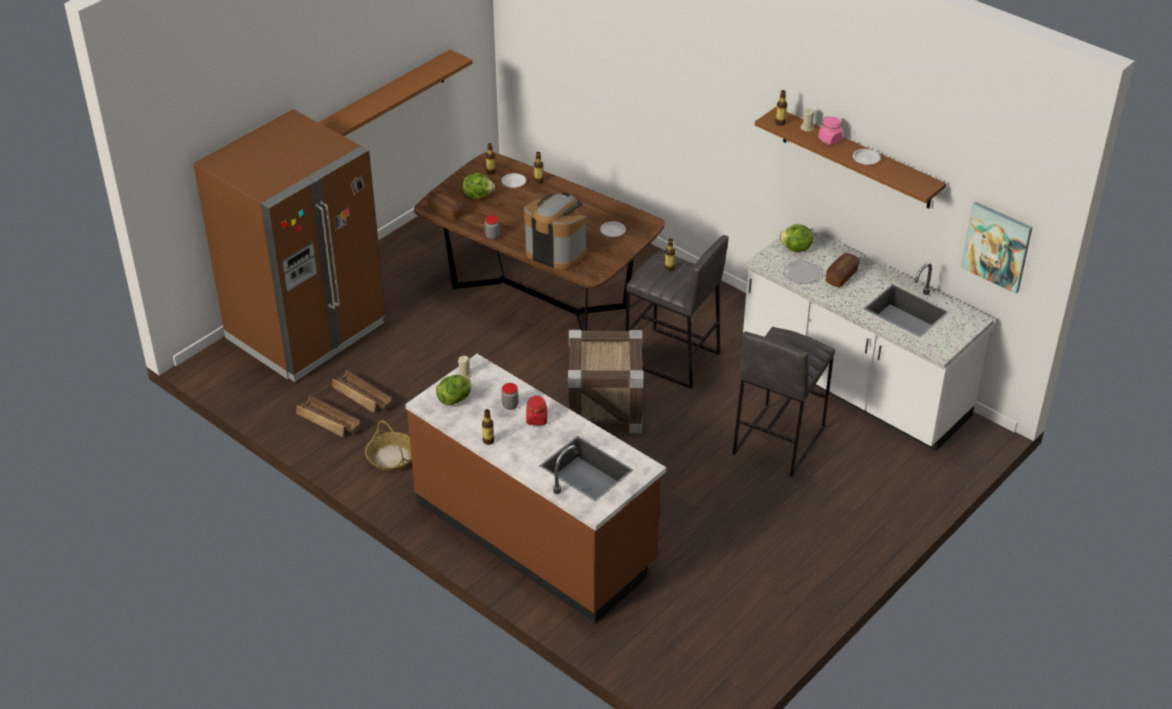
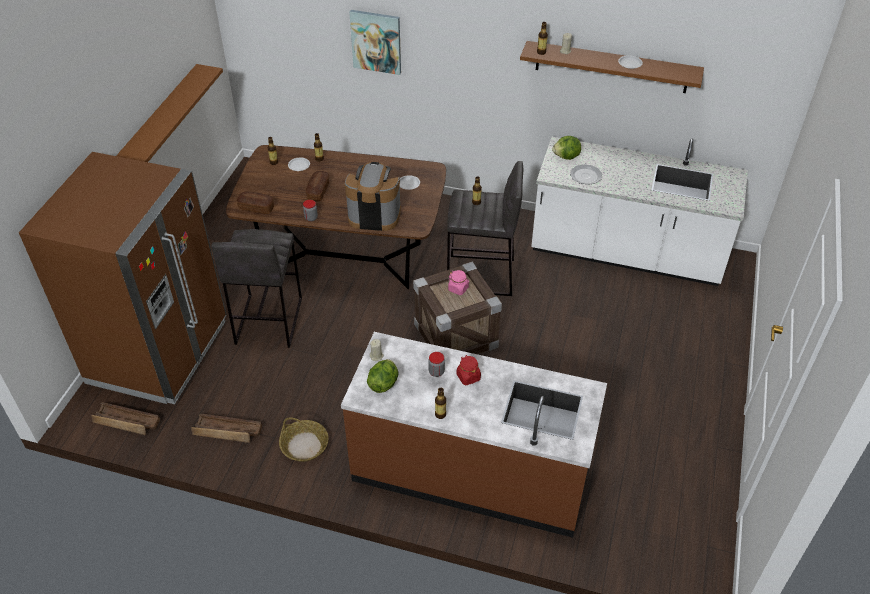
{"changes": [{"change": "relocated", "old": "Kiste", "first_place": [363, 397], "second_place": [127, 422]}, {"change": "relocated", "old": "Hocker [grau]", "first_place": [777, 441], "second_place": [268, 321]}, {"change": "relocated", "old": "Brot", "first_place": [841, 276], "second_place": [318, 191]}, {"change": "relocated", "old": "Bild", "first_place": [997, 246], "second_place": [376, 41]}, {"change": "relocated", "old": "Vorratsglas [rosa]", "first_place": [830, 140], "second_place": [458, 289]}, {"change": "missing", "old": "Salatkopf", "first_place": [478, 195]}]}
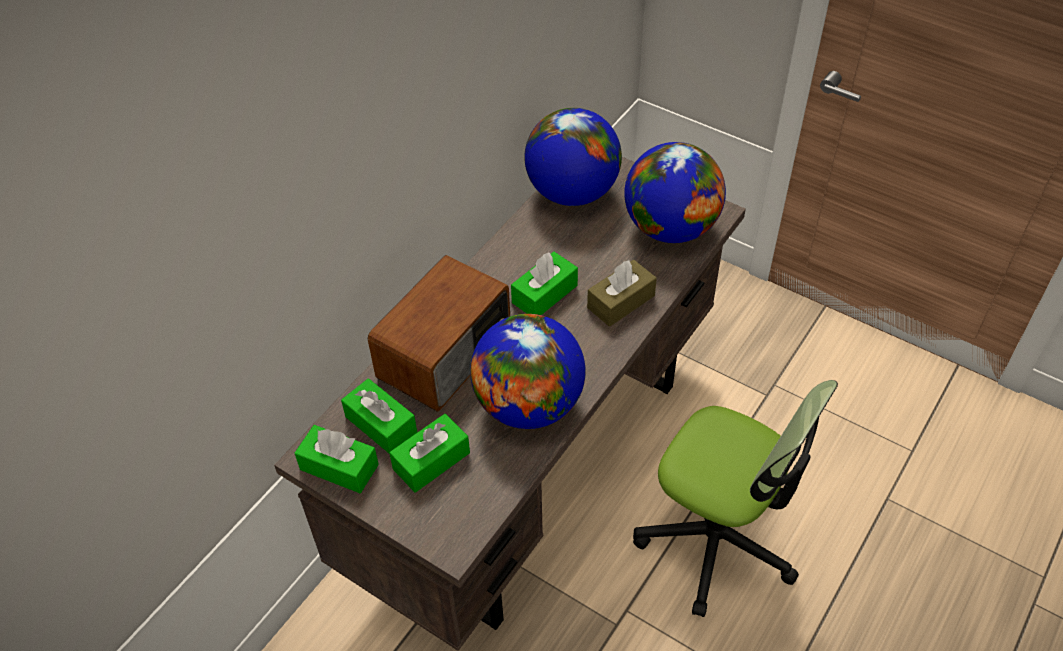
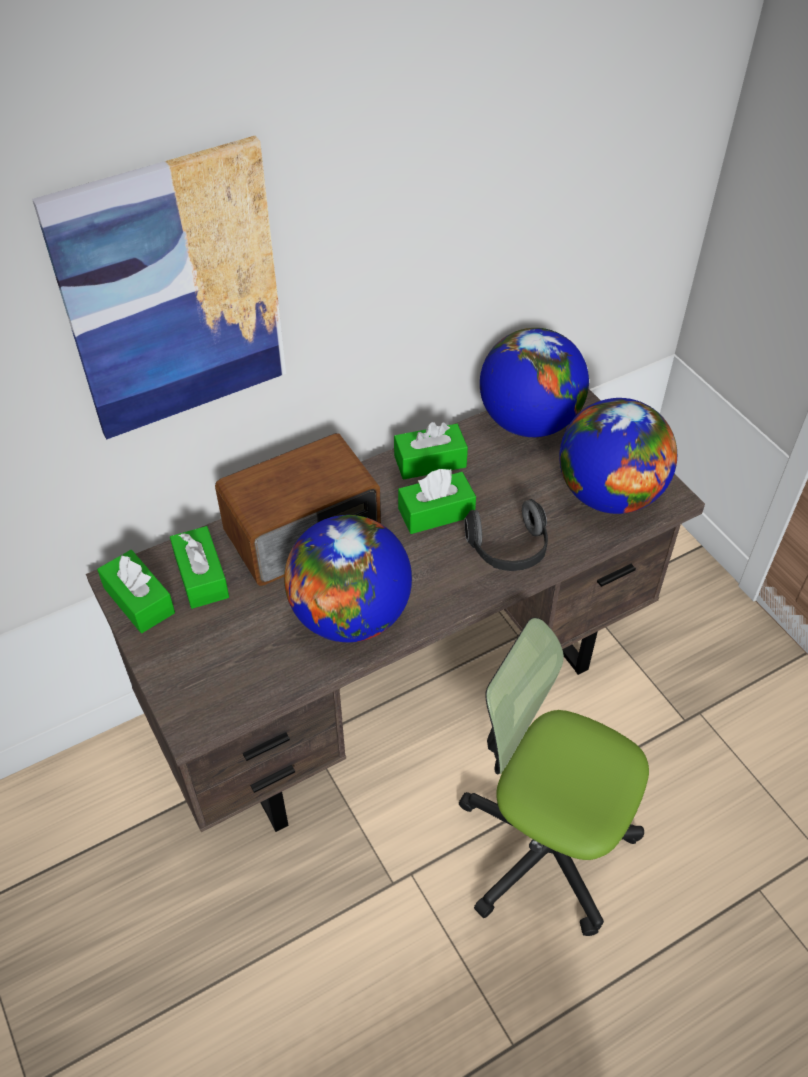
{"changes": [{"change": "appeared", "new": "Bild", "second_place": [173, 294]}, {"change": "relocated", "old": "Taschentuchbox [grün]", "first_place": [431, 461], "second_place": [430, 461]}, {"change": "spun", "old": "Bürostuhl", "first_place": [717, 539], "second_place": [545, 846], "degrees": 150}, {"change": "exchanged", "old": "Taschentuchbox [braun]", "new": "Kopfhörer", "first_place": [621, 301], "second_place": [508, 550]}]}
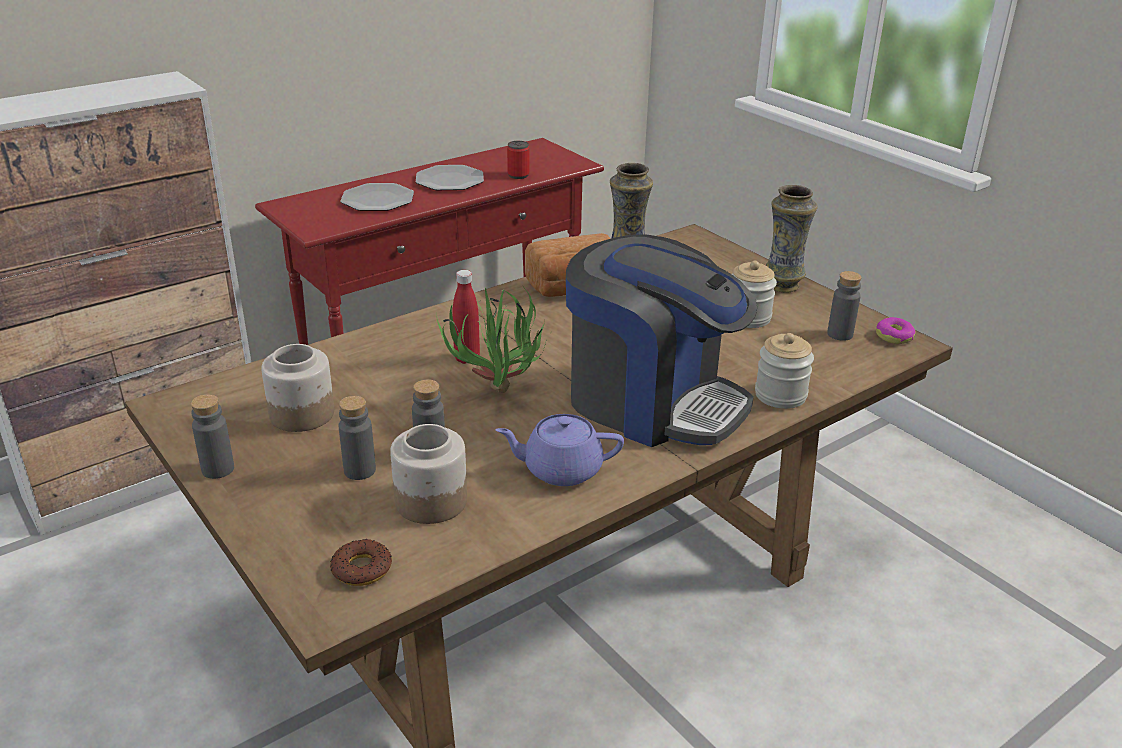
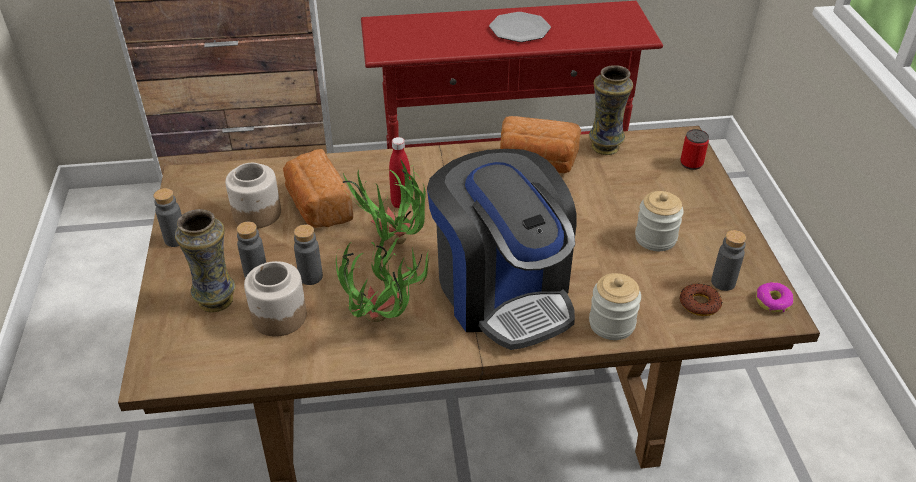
{"changes": [{"change": "relocated", "old": "Vase", "first_place": [783, 285], "second_place": [217, 300]}, {"change": "appeared", "new": "Brot", "second_place": [318, 207]}, {"change": "exchanged", "old": "Teekanne [lila]", "new": "Topfpflanze", "first_place": [560, 469], "second_place": [384, 325]}, {"change": "relocated", "old": "Dose", "first_place": [518, 175], "second_place": [691, 163]}, {"change": "relocated", "old": "Donut", "first_place": [362, 568], "second_place": [699, 303]}, {"change": "missing", "old": "Teller", "first_place": [378, 200]}]}
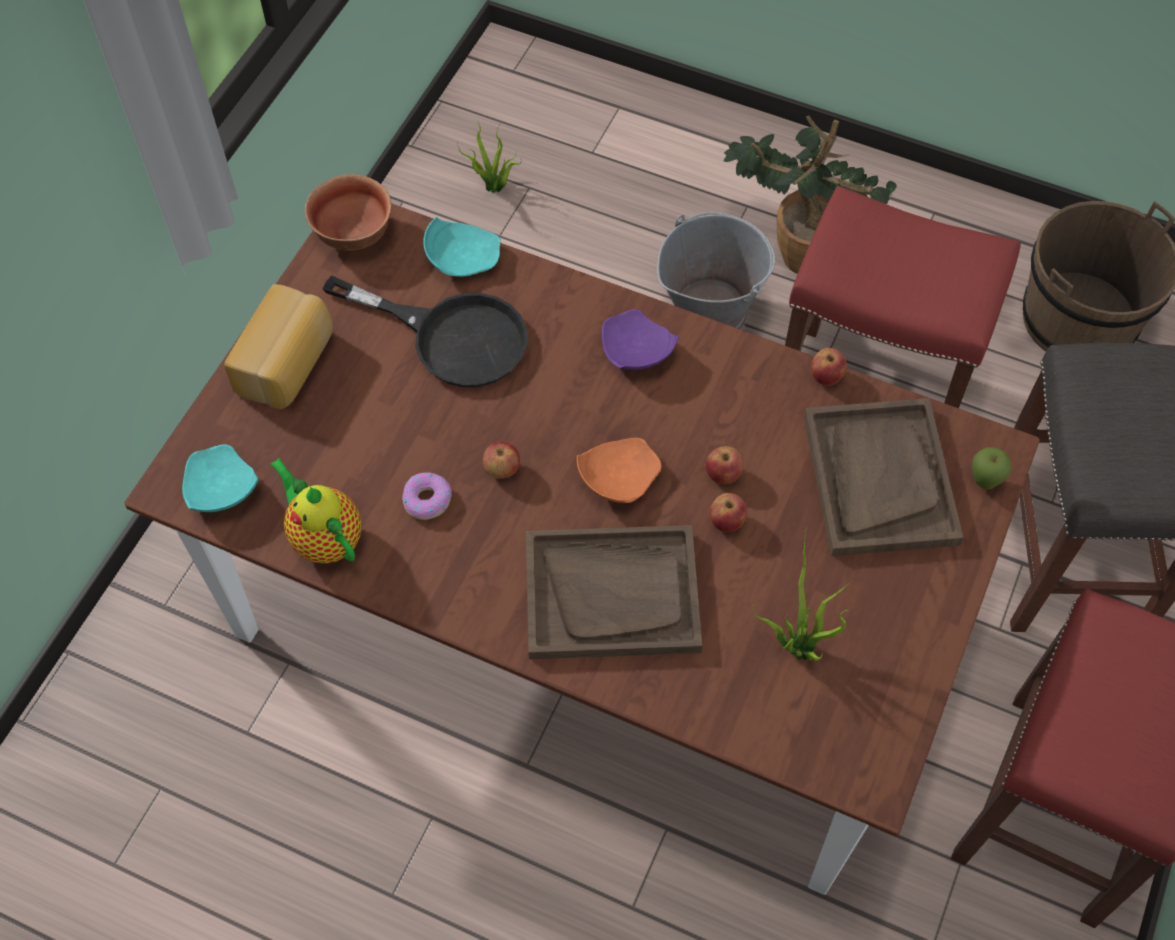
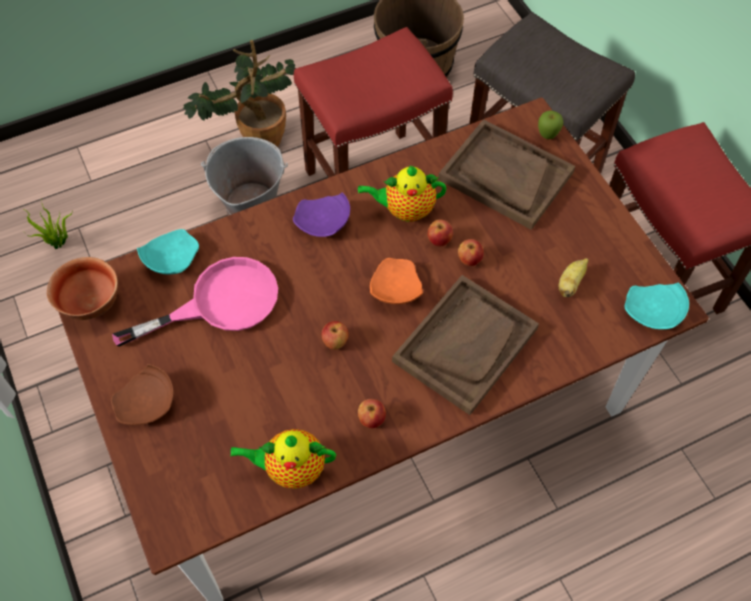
{"changes": [{"change": "exchanged", "old": "Brot", "new": "Teller [braun]", "first_place": [288, 364], "second_place": [147, 403]}, {"change": "colour", "old": "Pfanne [schwarz]", "new": "Pfanne [rosa]", "first_place": [451, 336], "second_place": [220, 303]}, {"change": "appeared", "new": "Teekanne", "second_place": [405, 210]}, {"change": "relocated", "old": "Apfel", "first_place": [826, 377], "second_place": [371, 419]}, {"change": "exchanged", "old": "Topfpflanze", "new": "Banane", "first_place": [796, 647], "second_place": [570, 283]}, {"change": "relocated", "old": "Teller [türkis]", "first_place": [220, 490], "second_place": [653, 312]}, {"change": "missing", "old": "Donut", "first_place": [427, 499]}]}
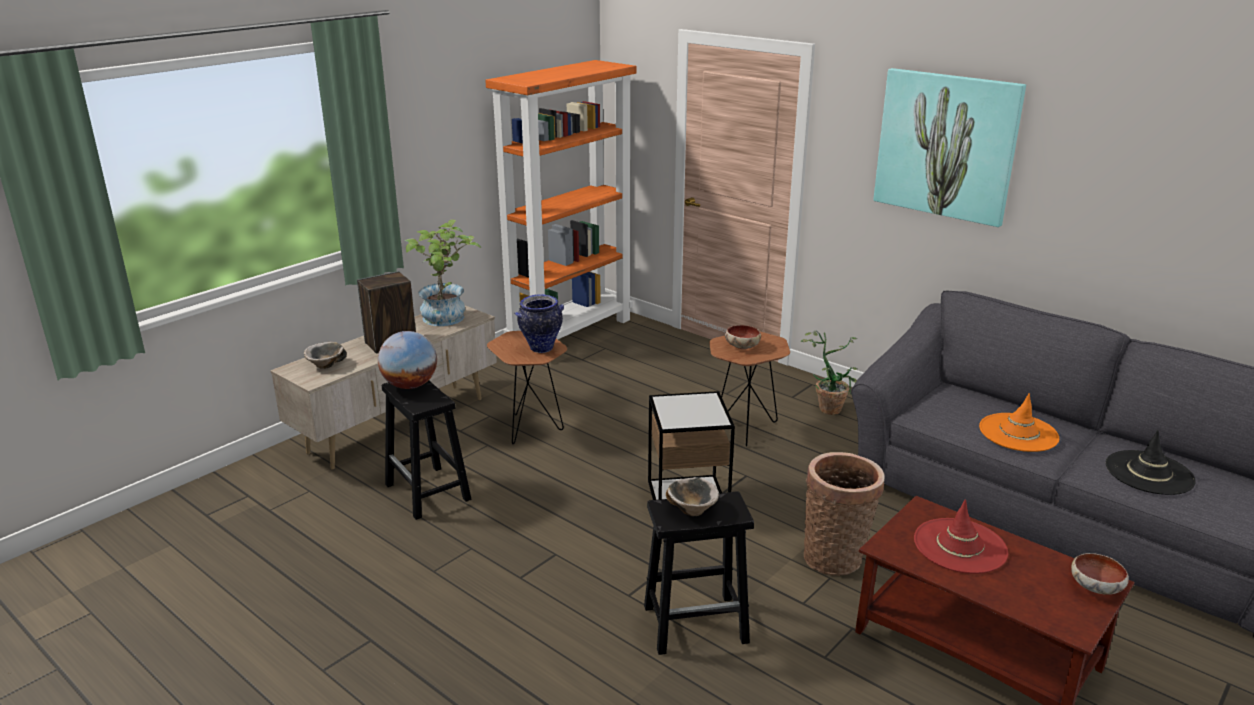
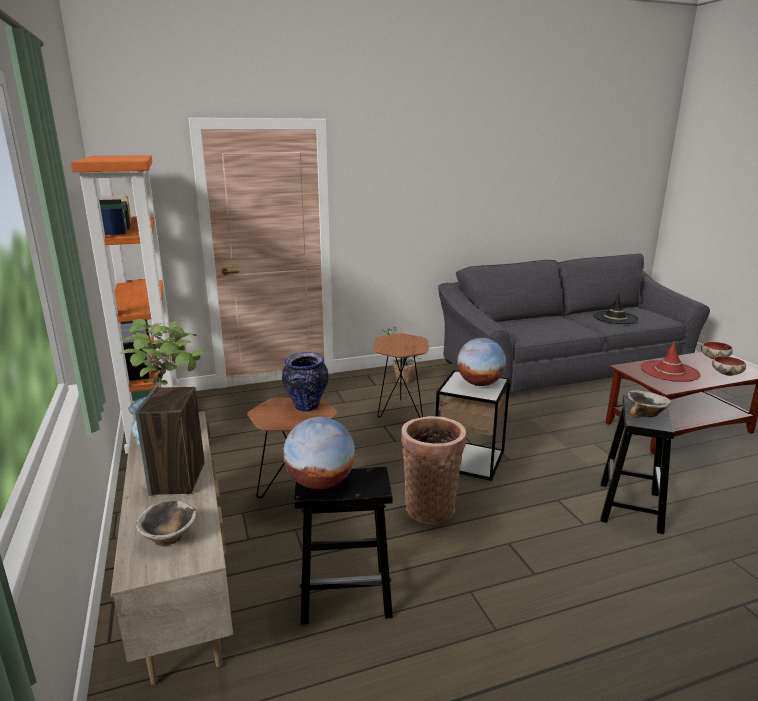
{"changes": [{"change": "relocated", "old": "Korb", "first_place": [836, 557], "second_place": [430, 506]}, {"change": "appeared", "new": "Globus", "second_place": [479, 384]}, {"change": "relocated", "old": "Schüssel", "first_place": [741, 346], "second_place": [726, 374]}, {"change": "missing", "old": "Bild", "first_place": [946, 145]}, {"change": "missing", "old": "Hut [orange]", "first_place": [1018, 433]}]}
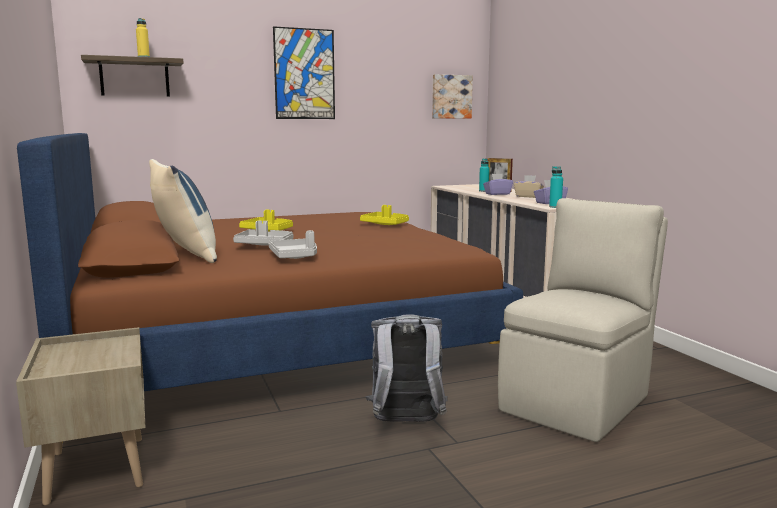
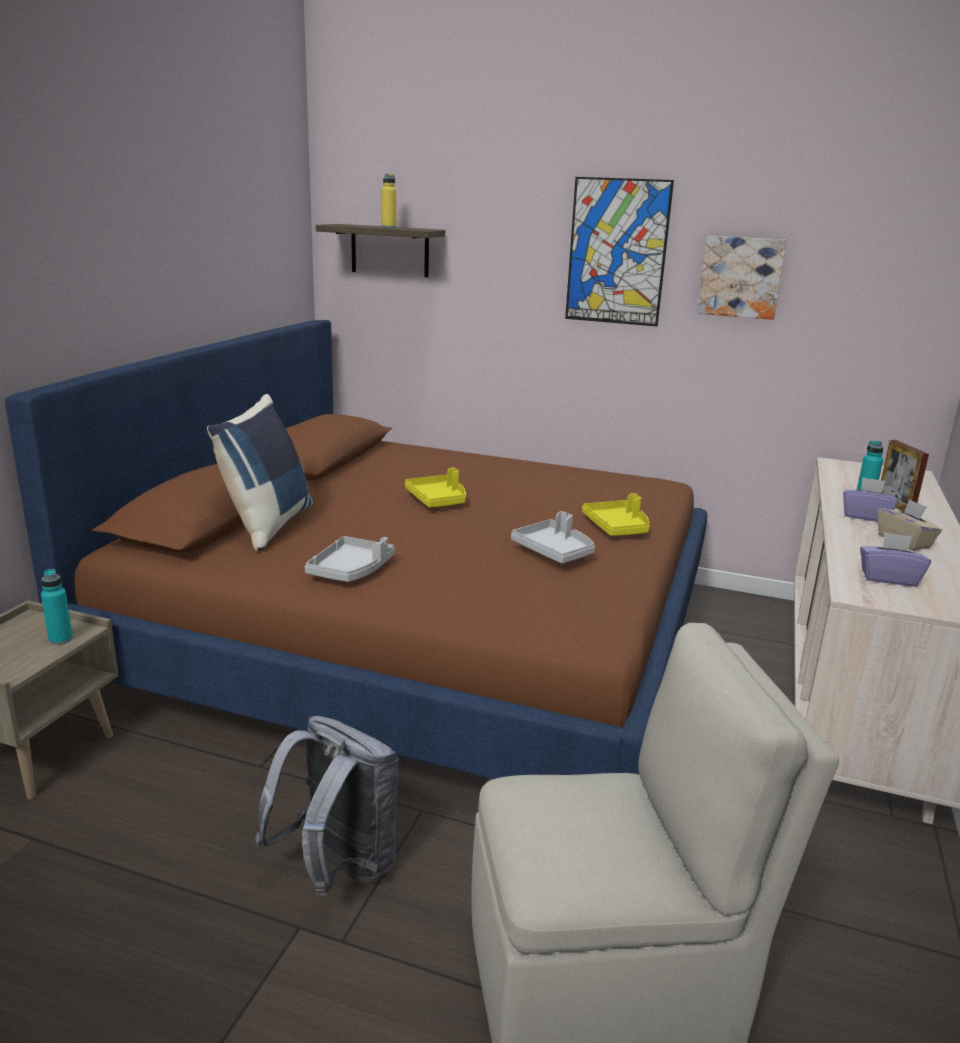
{"changes": [{"change": "relocated", "old": "Flasche [türkis]", "first_place": [555, 207], "second_place": [60, 639]}, {"change": "relocated", "old": "Tablett [grau]", "first_place": [265, 245], "second_place": [554, 551]}, {"change": "relocated", "old": "Bild", "first_place": [451, 97], "second_place": [740, 277]}]}
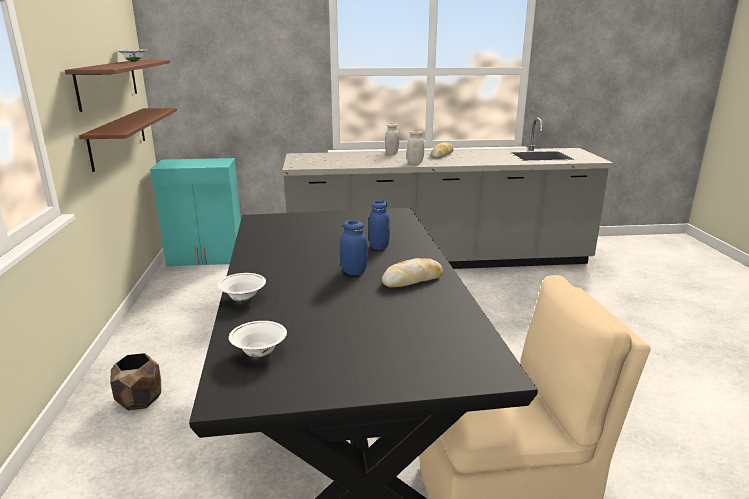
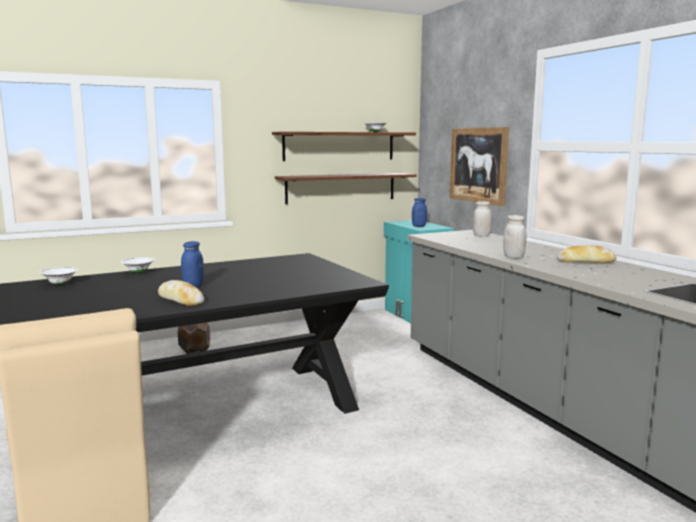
{"changes": [{"change": "relocated", "old": "Vorratsglas [blau]", "first_place": [379, 247], "second_place": [419, 226]}, {"change": "appeared", "new": "Bild", "second_place": [478, 165]}, {"change": "relocated", "old": "Vorratsglas [weiß]", "first_place": [392, 153], "second_place": [481, 236]}]}
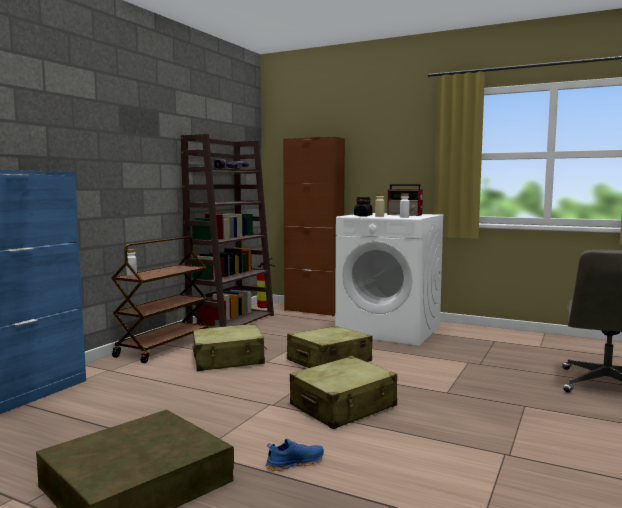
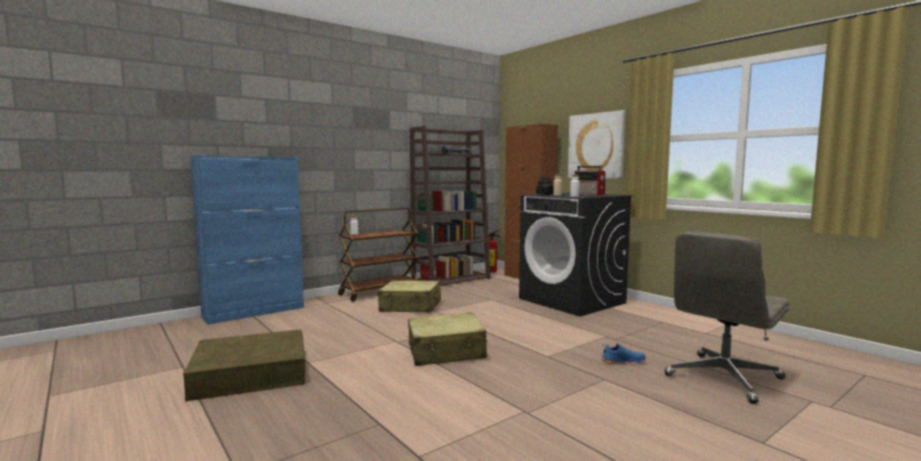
{"changes": [{"change": "colour", "old": "Waschmaschine [weiß]", "new": "Waschmaschine [schwarz]", "first_place": [390, 330], "second_place": [572, 301]}, {"change": "appeared", "new": "Bild", "second_place": [596, 146]}, {"change": "relocated", "old": "Schuh [blau]", "first_place": [294, 463], "second_place": [622, 361]}, {"change": "missing", "old": "Koffer [beige]", "first_place": [329, 361]}]}
